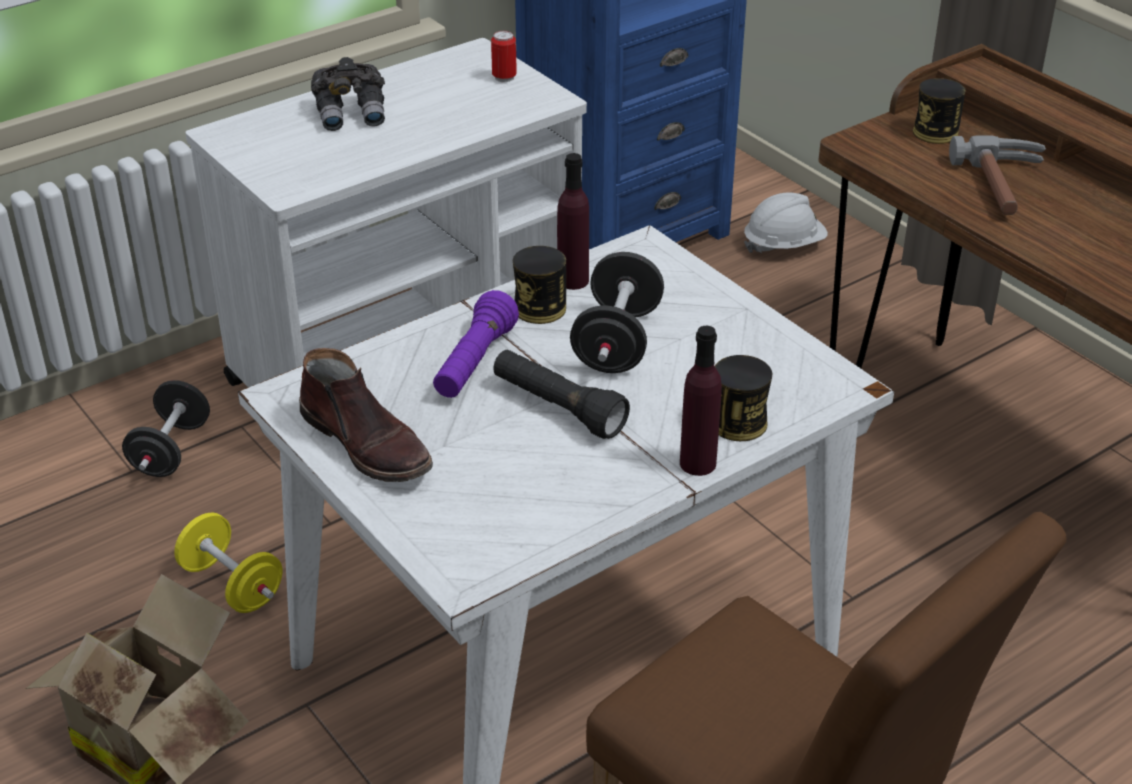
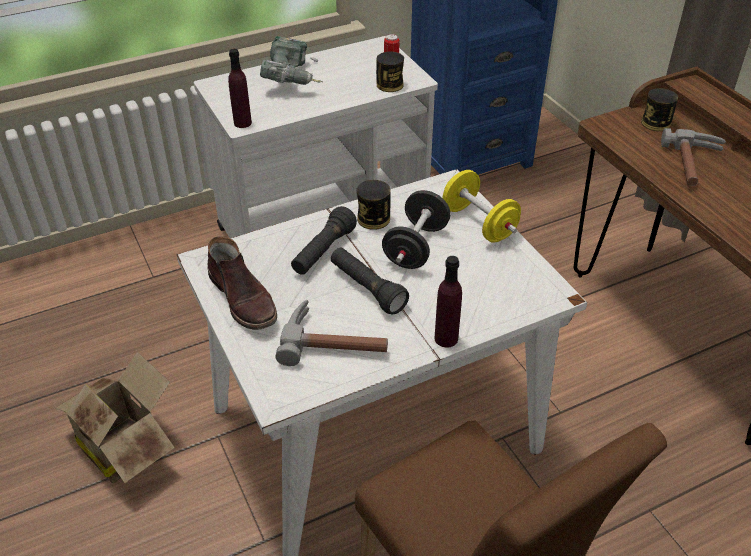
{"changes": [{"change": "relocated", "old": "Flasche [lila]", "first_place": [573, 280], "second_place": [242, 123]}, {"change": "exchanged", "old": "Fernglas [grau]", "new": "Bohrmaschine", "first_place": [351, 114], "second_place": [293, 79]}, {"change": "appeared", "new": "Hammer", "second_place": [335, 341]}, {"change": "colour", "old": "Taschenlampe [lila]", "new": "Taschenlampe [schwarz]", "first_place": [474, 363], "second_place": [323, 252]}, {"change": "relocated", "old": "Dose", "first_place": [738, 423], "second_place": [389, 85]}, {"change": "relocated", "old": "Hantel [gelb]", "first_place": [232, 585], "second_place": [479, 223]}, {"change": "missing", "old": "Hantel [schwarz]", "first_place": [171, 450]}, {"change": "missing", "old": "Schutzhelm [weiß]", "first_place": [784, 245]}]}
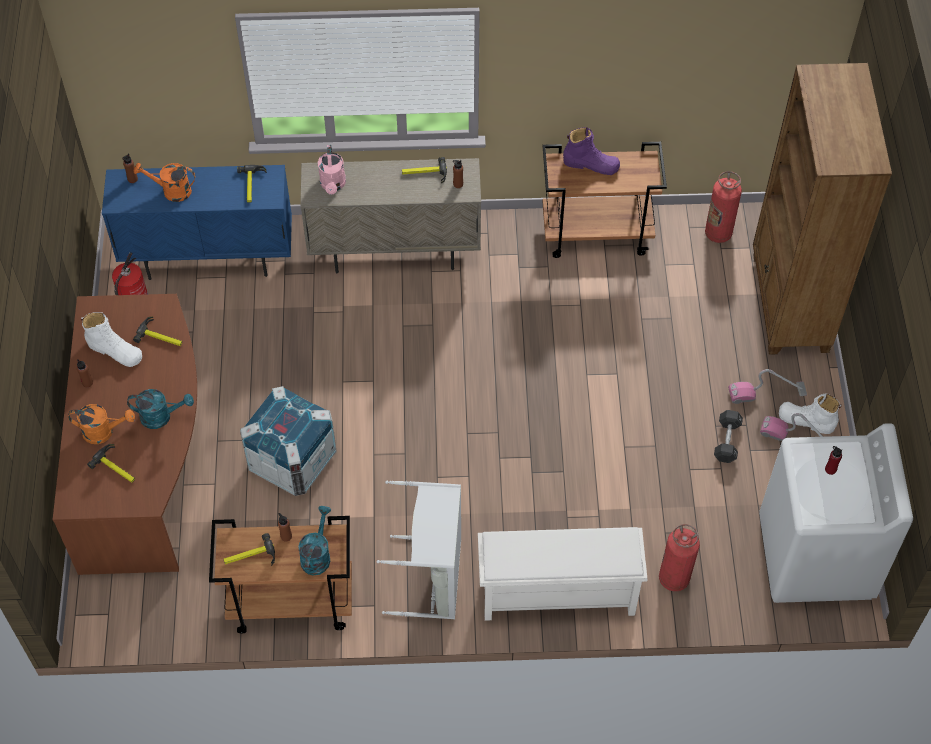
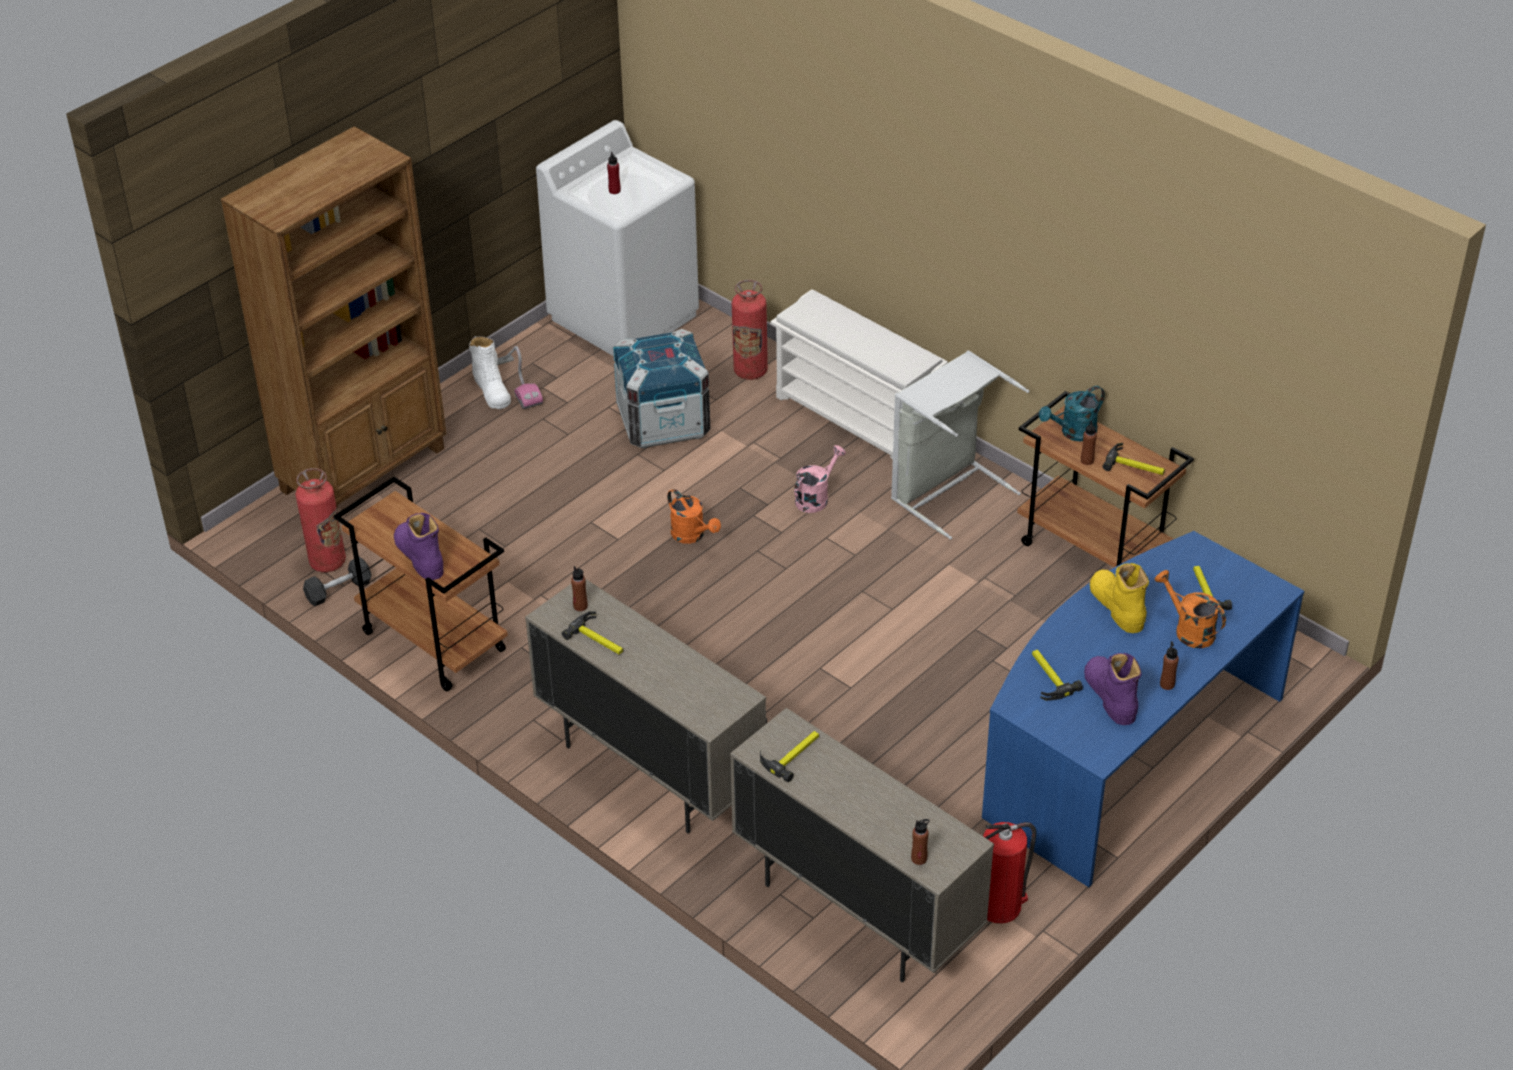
{"changes": [{"change": "relocated", "old": "Hantel [schwarz]", "first_place": [727, 441], "second_place": [338, 590]}, {"change": "relocated", "old": "Kiste", "first_place": [292, 460], "second_place": [663, 422]}, {"change": "relocated", "old": "Gießkanne [orange]", "first_place": [171, 191], "second_place": [692, 536]}, {"change": "colour", "old": "Schrank [blau]", "new": "Schrank [beige]", "first_place": [209, 259], "second_place": [856, 911]}, {"change": "relocated", "old": "Gießkanne [rosa]", "first_place": [333, 185], "second_place": [815, 497]}, {"change": "colour", "old": "Schreibtisch [braun]", "new": "Schreibtisch [blau]", "first_place": [145, 461], "second_place": [1127, 752]}, {"change": "colour", "old": "Stiefel [weiß]", "new": "Stiefel [lila]", "first_place": [115, 350], "second_place": [1110, 696]}, {"change": "exchanged", "old": "Gießkanne [türkis]", "new": "Stiefel [gelb]", "first_place": [161, 416], "second_place": [1117, 606]}, {"change": "missing", "old": "Staubsauger", "first_place": [767, 393]}]}
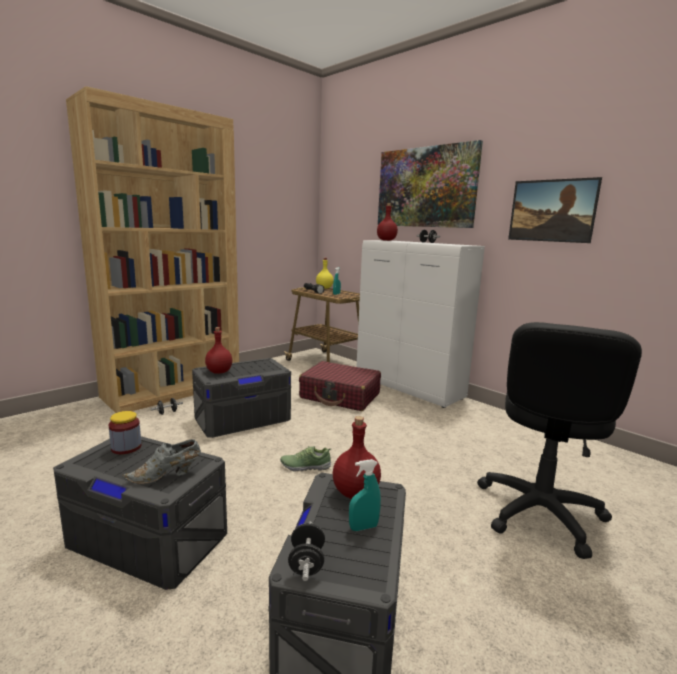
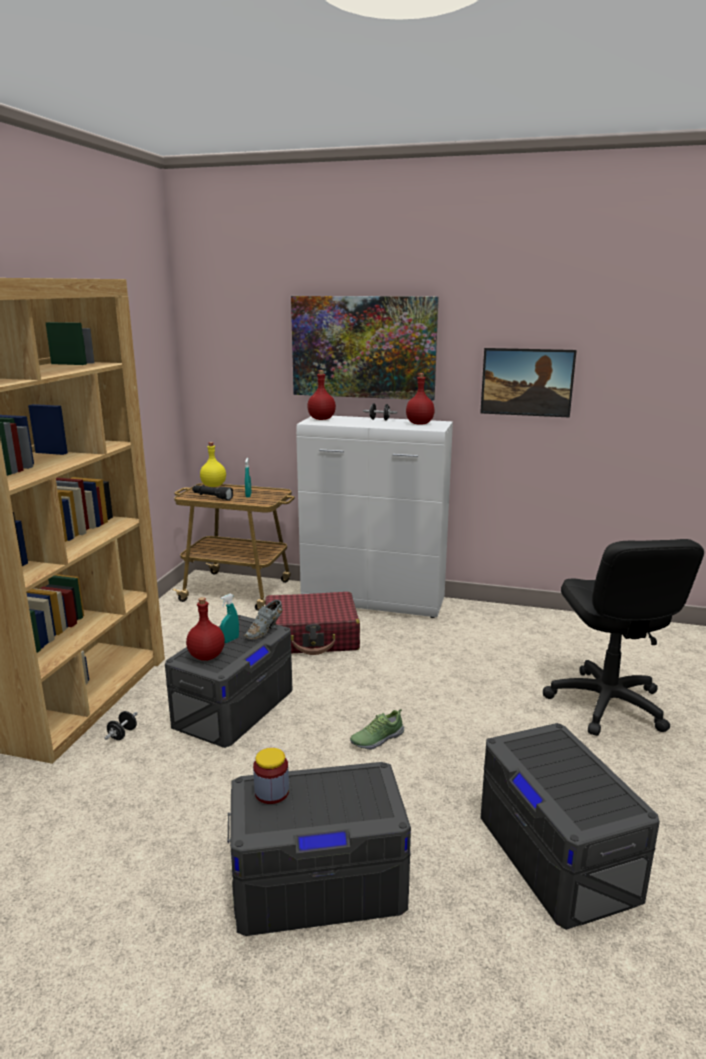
{"changes": [{"change": "relocated", "old": "Sprühflasche [türkis]", "first_place": [363, 527], "second_place": [230, 640]}, {"change": "relocated", "old": "Schuh [grau]", "first_place": [166, 476], "second_place": [265, 631]}, {"change": "relocated", "old": "Flasche [rot]", "first_place": [355, 492], "second_place": [419, 423]}, {"change": "missing", "old": "Hantel [schwarz]", "first_place": [306, 563]}]}
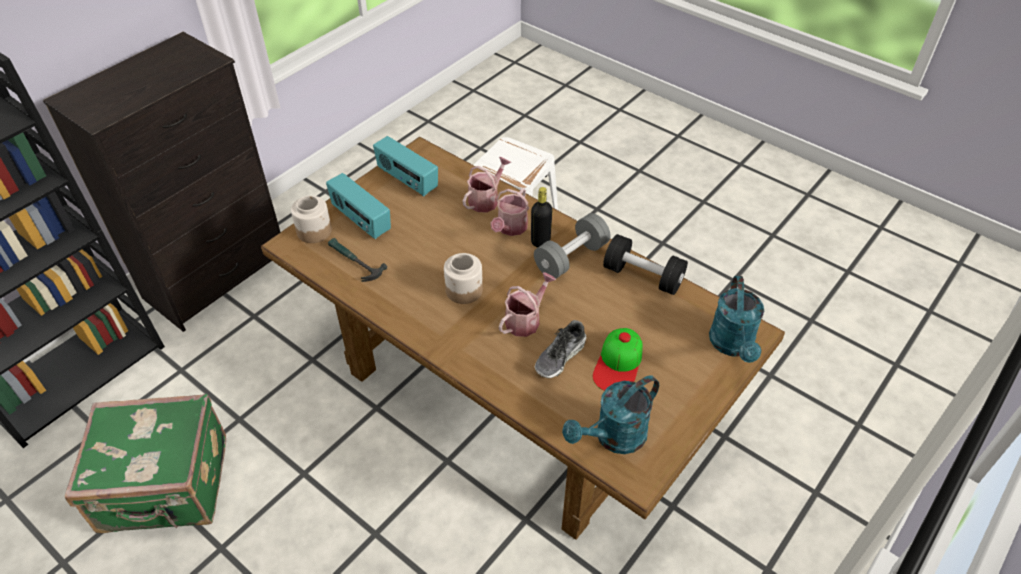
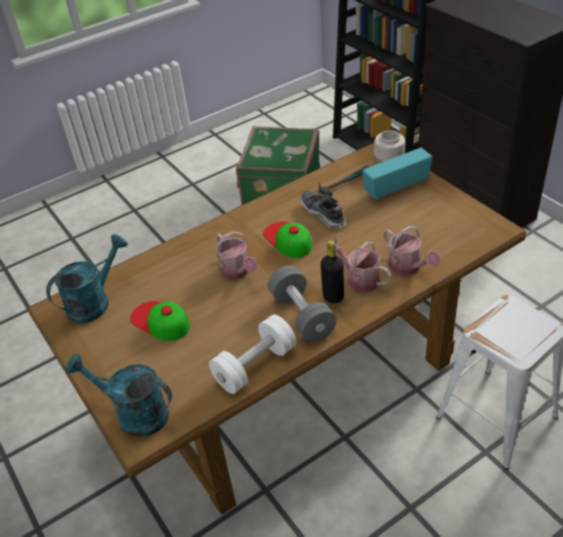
{"changes": [{"change": "spun", "old": "Gießkanne [türkis]", "first_place": [613, 438], "second_place": [94, 302], "degrees": 60}, {"change": "colour", "old": "Hantel [schwarz]", "new": "Hantel [weiß]", "first_place": [643, 276], "second_place": [255, 366]}, {"change": "exchanged", "old": "Vorratsglas", "new": "Kappe", "first_place": [464, 290], "second_place": [287, 239]}, {"change": "relocated", "old": "Schuh", "first_place": [560, 357], "second_place": [322, 214]}, {"change": "missing", "old": "Radio", "first_place": [407, 181]}]}
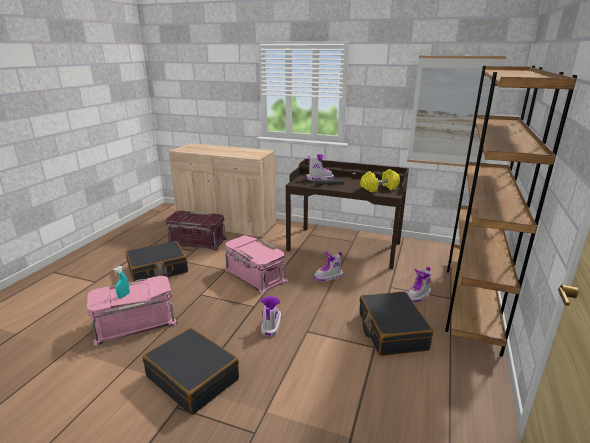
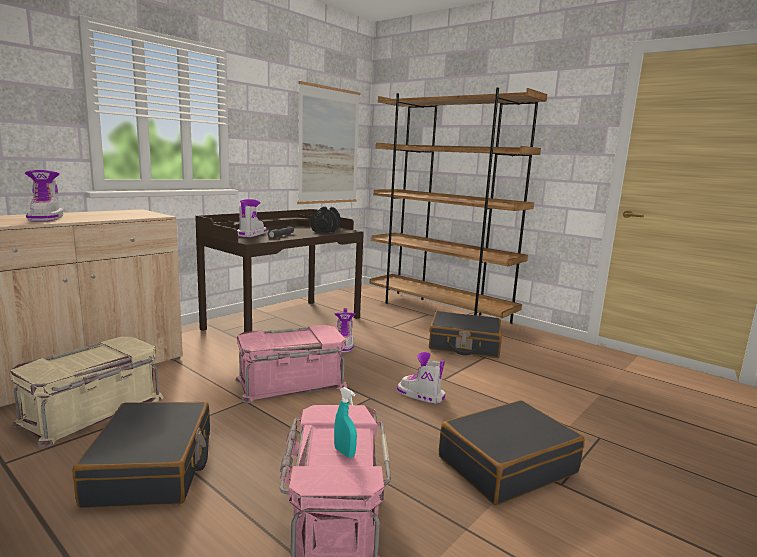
{"changes": [{"change": "colour", "old": "Aufbewahrungsbox [rot]", "new": "Aufbewahrungsbox [beige]", "first_place": [197, 241], "second_place": [93, 411]}, {"change": "relocated", "old": "Stiefel", "first_place": [418, 295], "second_place": [46, 218]}, {"change": "colour", "old": "Hantel [gelb]", "new": "Hantel [schwarz]", "first_place": [379, 188], "second_place": [325, 230]}]}
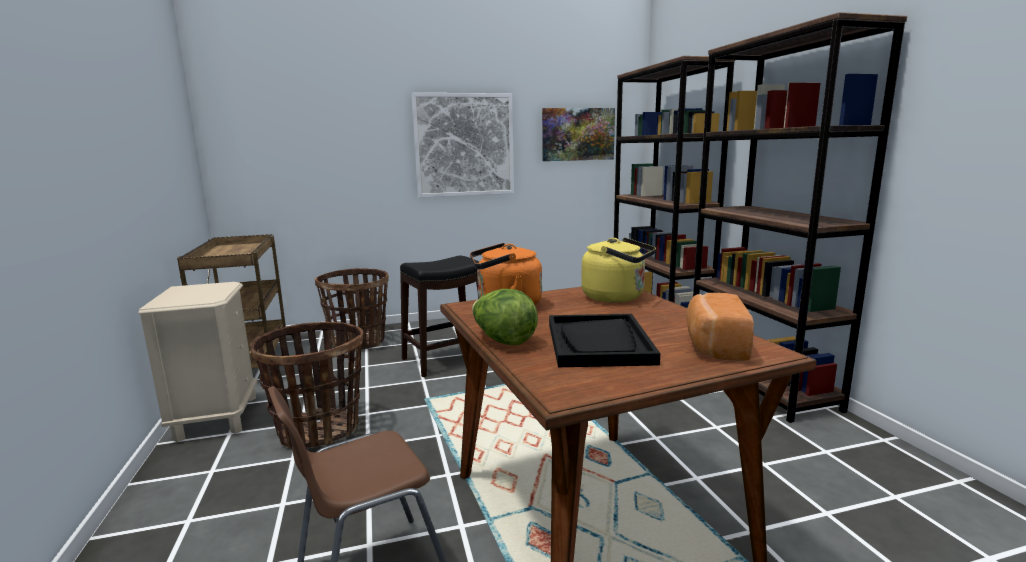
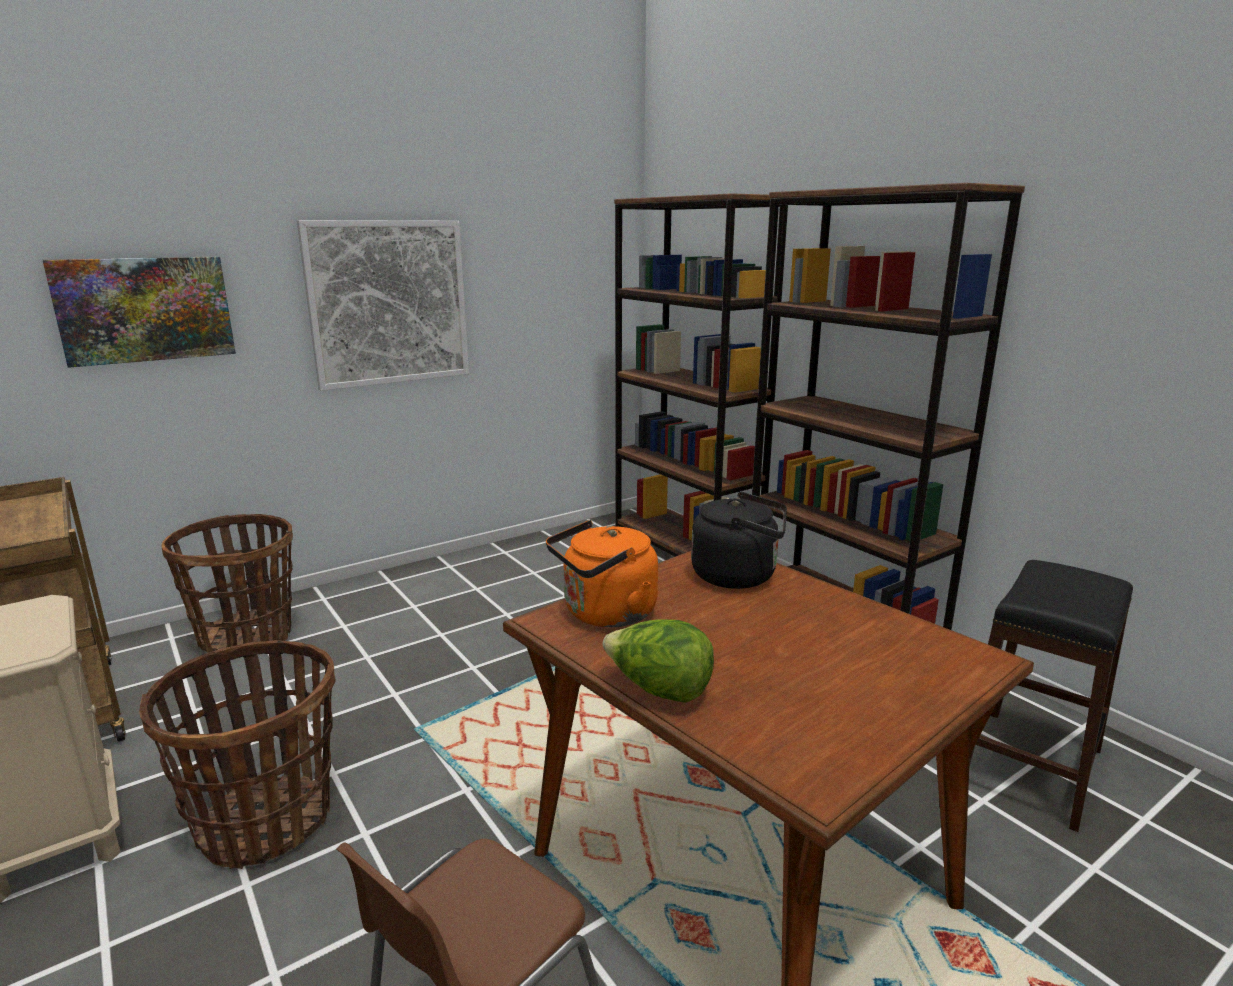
{"changes": [{"change": "relocated", "old": "Bild", "first_place": [578, 134], "second_place": [145, 309]}, {"change": "colour", "old": "Wasserkessel [gelb]", "new": "Wasserkessel [schwarz]", "first_place": [617, 297], "second_place": [739, 576]}, {"change": "relocated", "old": "Hocker [schwarz]", "first_place": [446, 359], "second_place": [1029, 766]}, {"change": "missing", "old": "Tablett [schwarz]", "first_place": [599, 343]}, {"change": "missing", "old": "Brot", "first_place": [714, 346]}]}
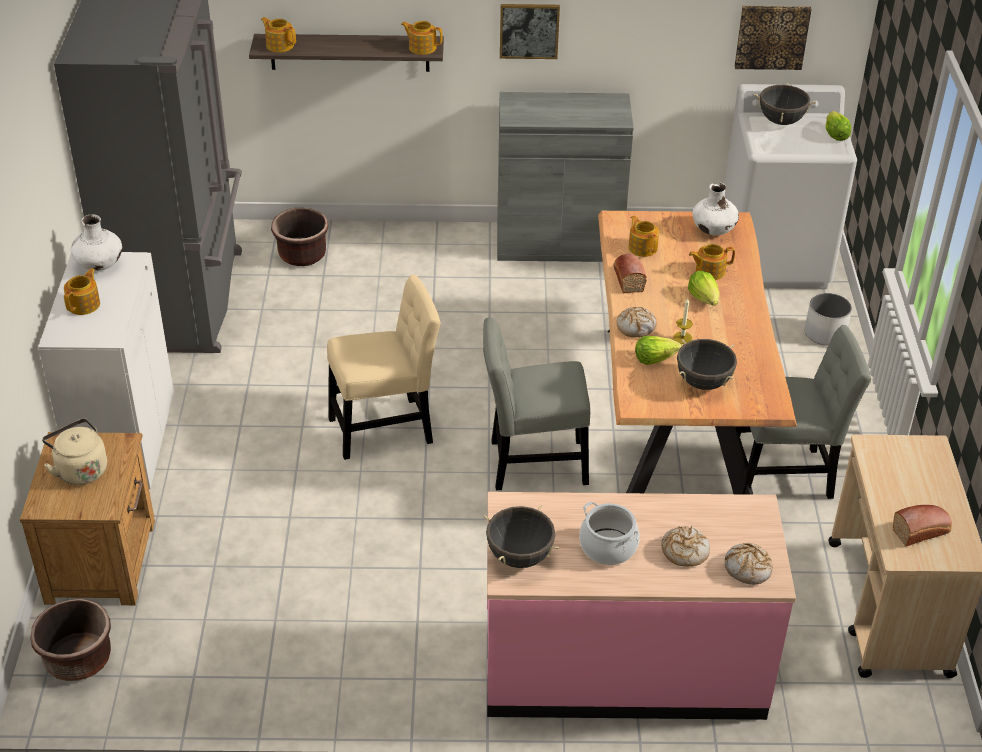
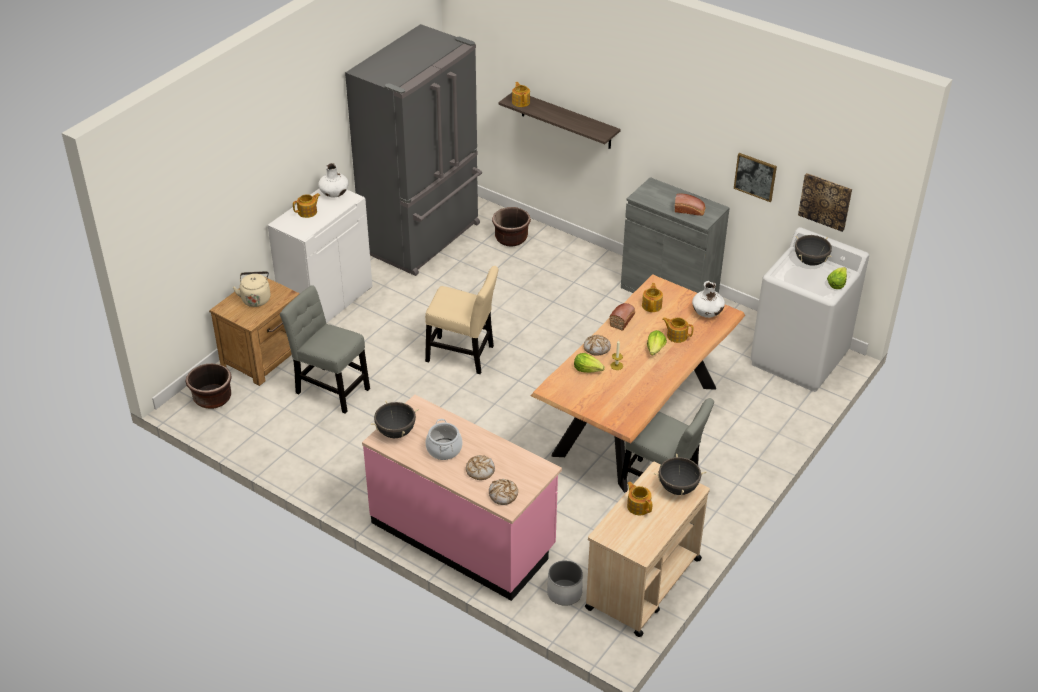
{"changes": [{"change": "relocated", "old": "Stuhl [grau]", "first_place": [532, 463], "second_place": [330, 389]}, {"change": "relocated", "old": "Pflanzkübel [weiß]", "first_place": [825, 334], "second_place": [564, 593]}, {"change": "relocated", "old": "Teekanne", "first_place": [422, 47], "second_place": [638, 506]}, {"change": "relocated", "old": "Kochtopf [schwarz]", "first_place": [703, 382], "second_place": [678, 488]}, {"change": "relocated", "old": "Brot", "first_place": [922, 531], "second_place": [690, 210]}, {"change": "relocated", "old": "Bild", "first_place": [529, 30], "second_place": [755, 176]}]}
